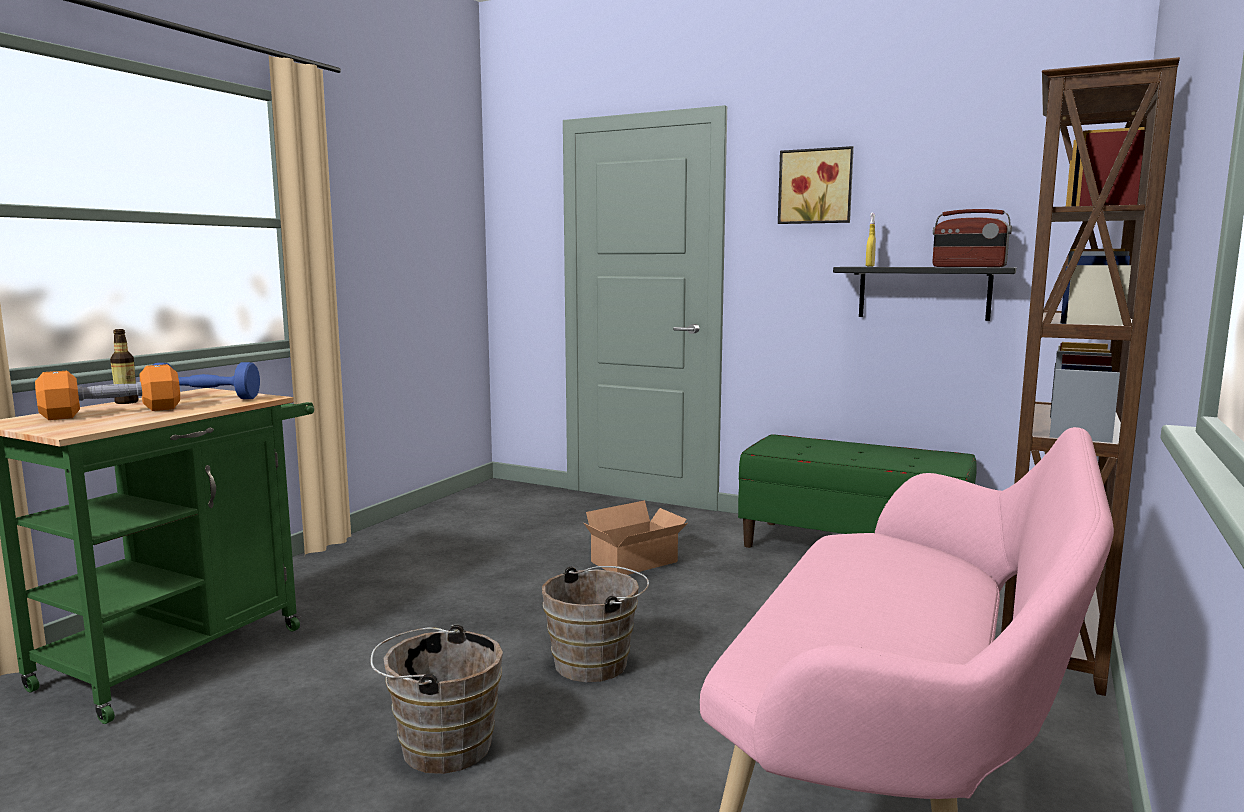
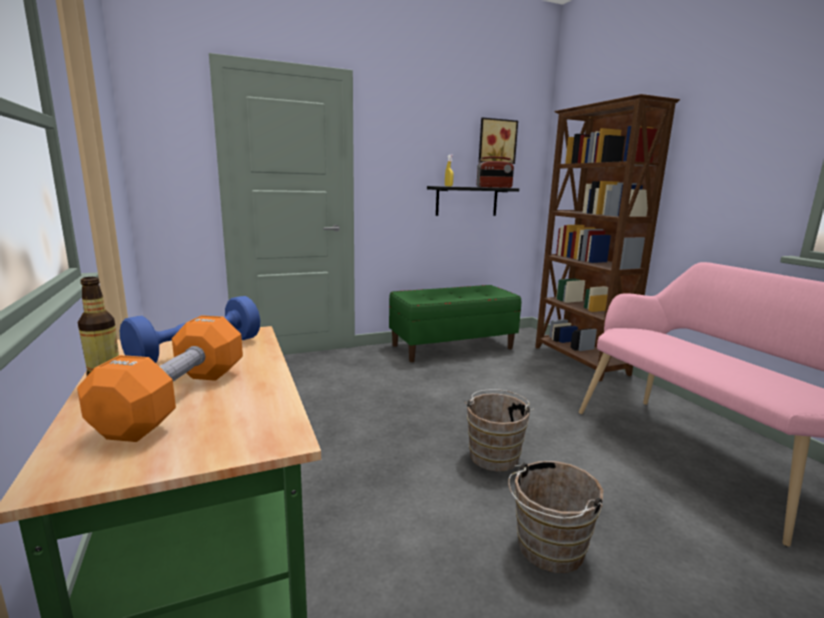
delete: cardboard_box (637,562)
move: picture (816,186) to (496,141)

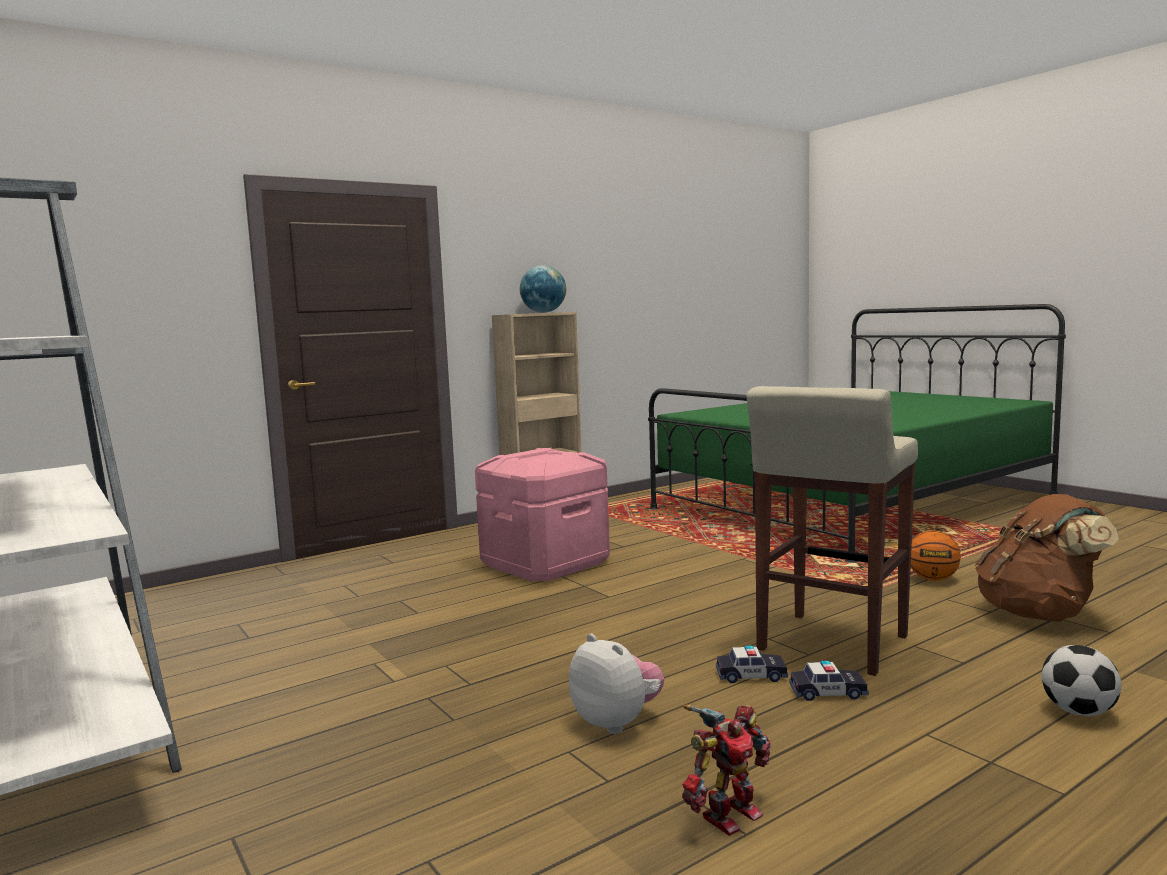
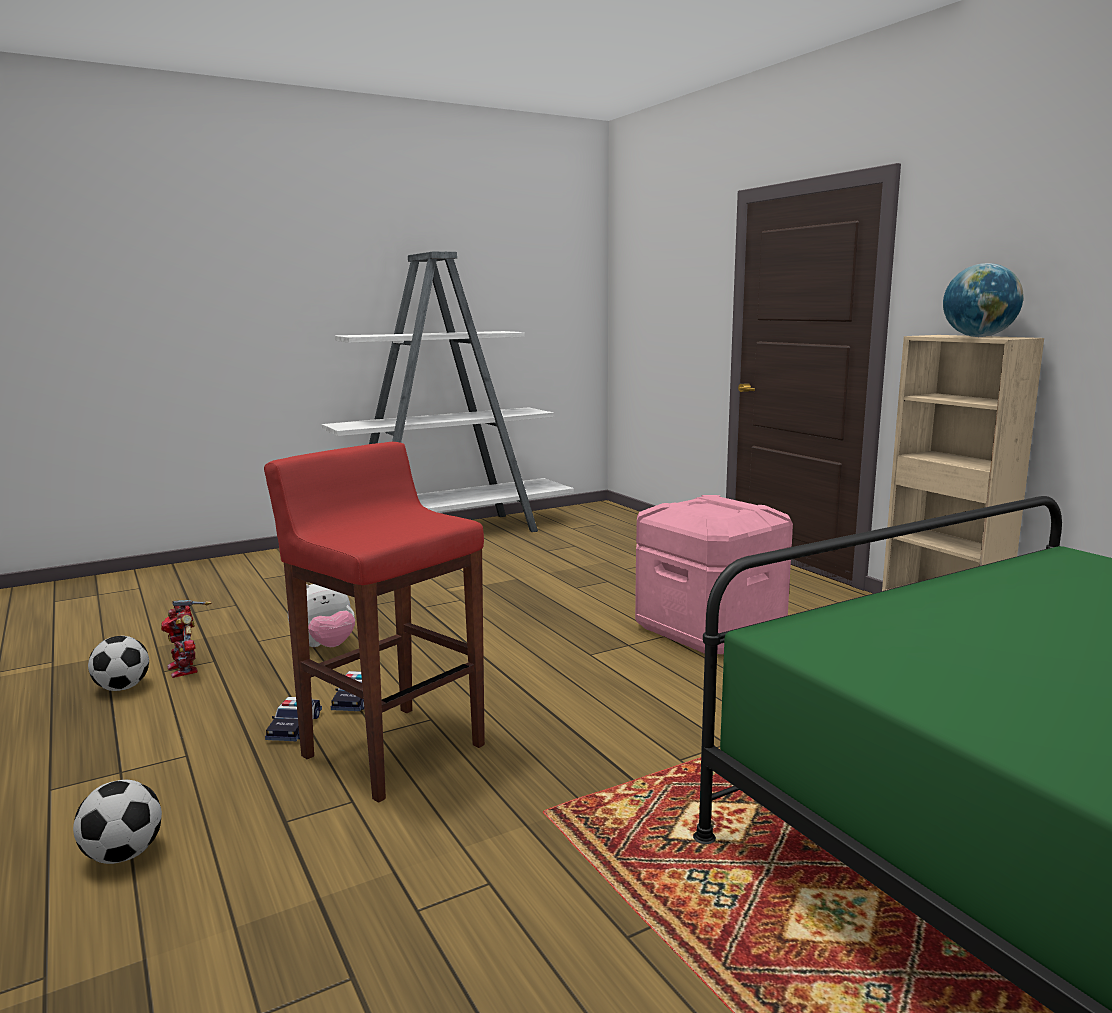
delete: brown_backpack (1039,614); basketball (932,579)
insert: football (122,688)
recolor: beige_stool (831,644) to red_stool (392,750)

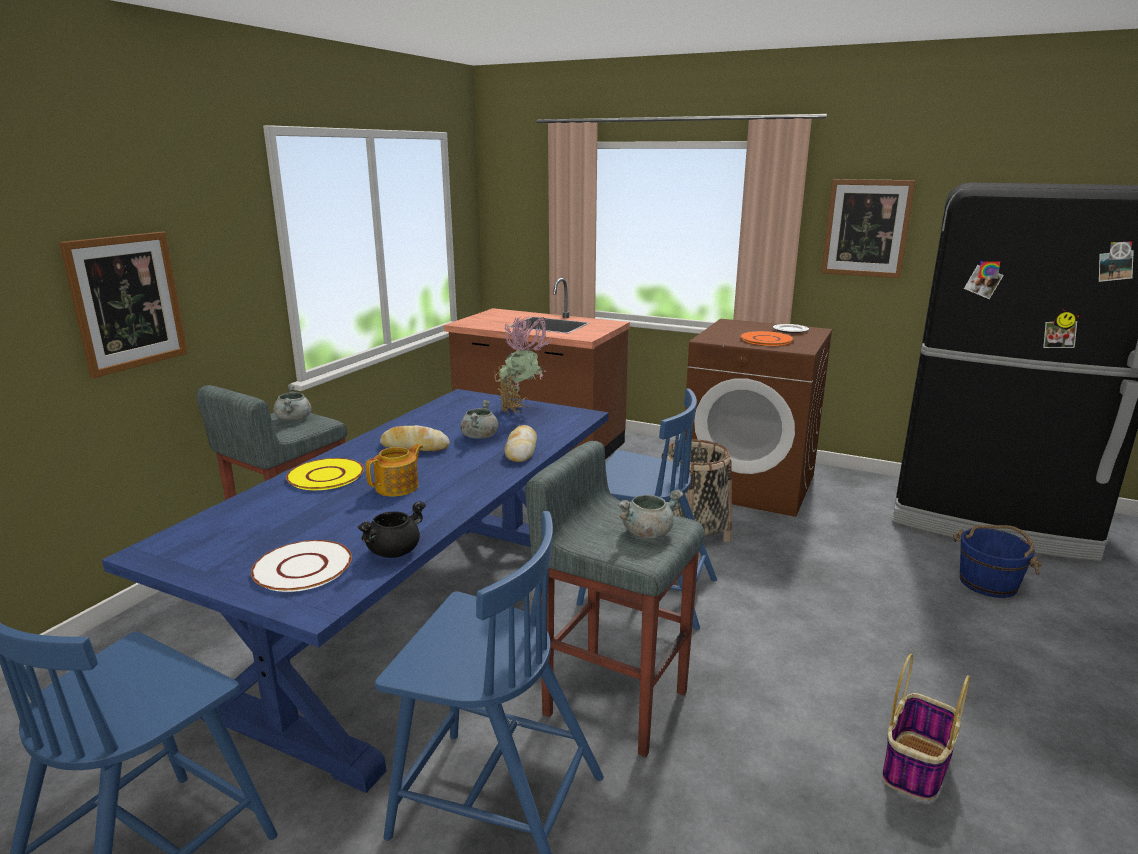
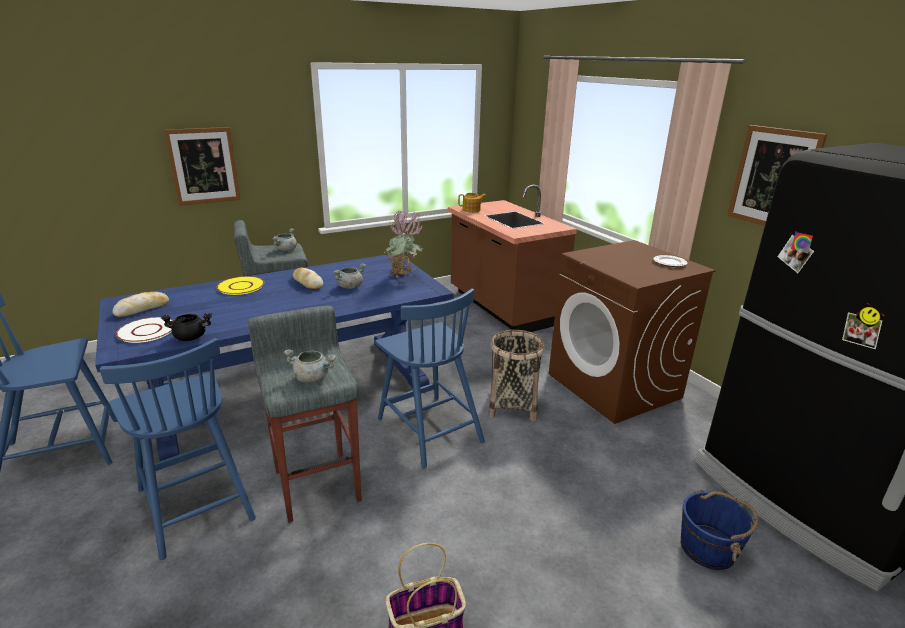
delete: orange_plate (766,339)
move: bread (521,450) to (142,309); teapot (398,487) to (472,210)

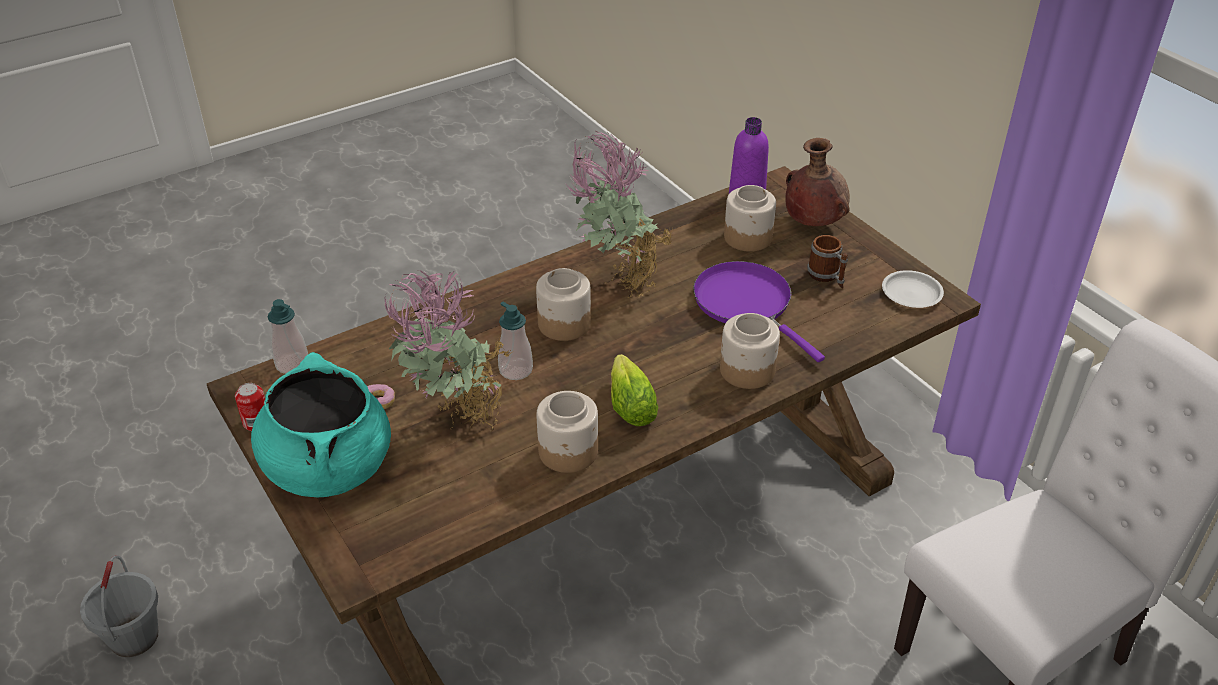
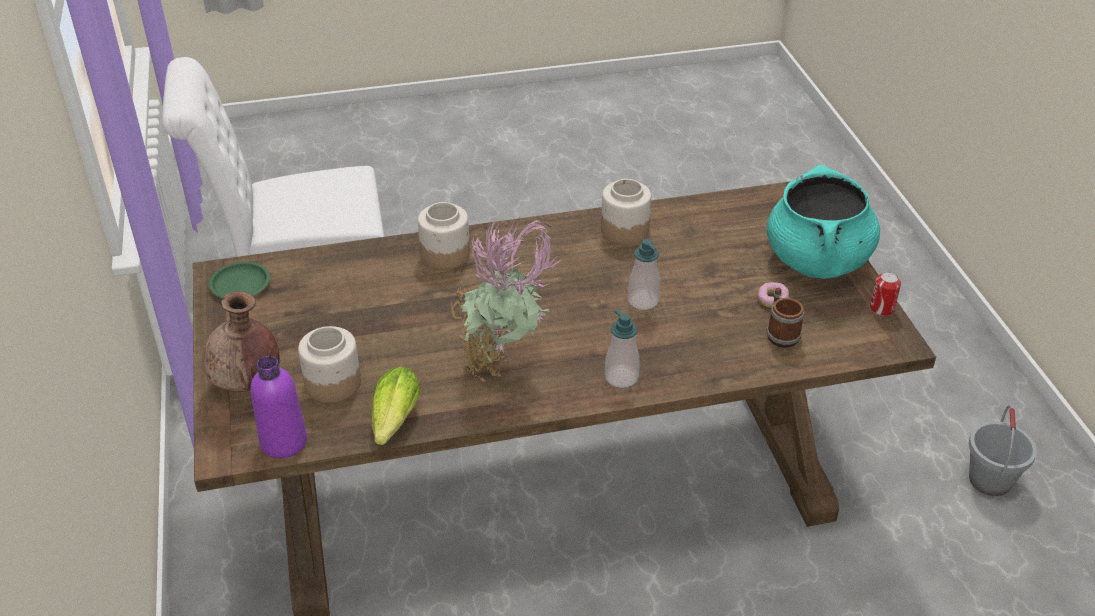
delete: purple_frying_pan (747,304); jar (563,324); potted_plant (456,421)
move: mug (827,277) to (780,333); soap_dispenser (292,364) to (621,377); lettuce (630,403) to (393,423)
recolor: white_plate (911,293) to green_plate (240,284)

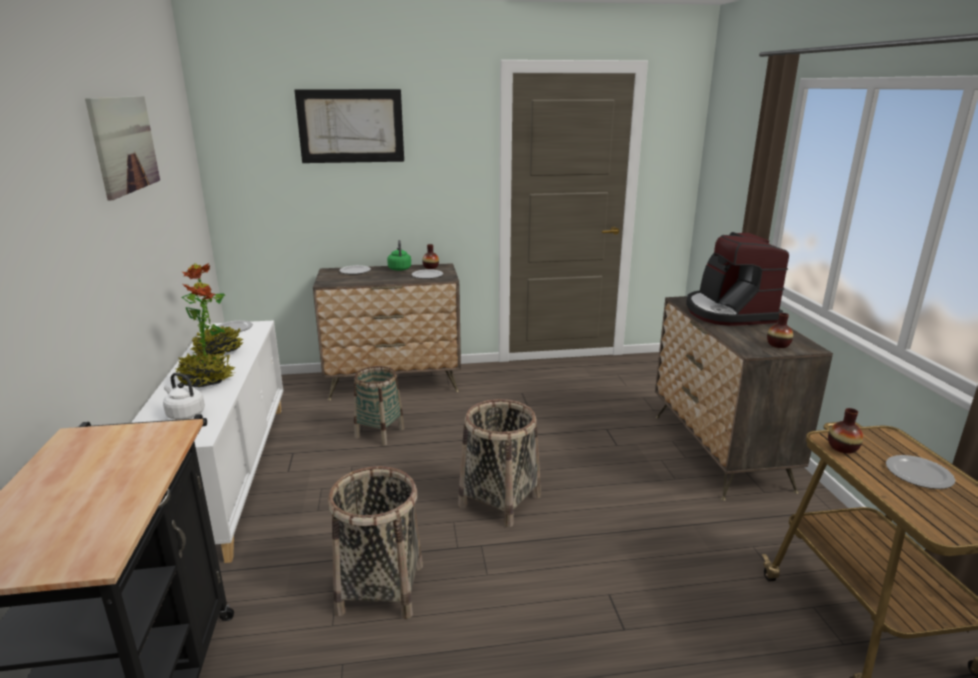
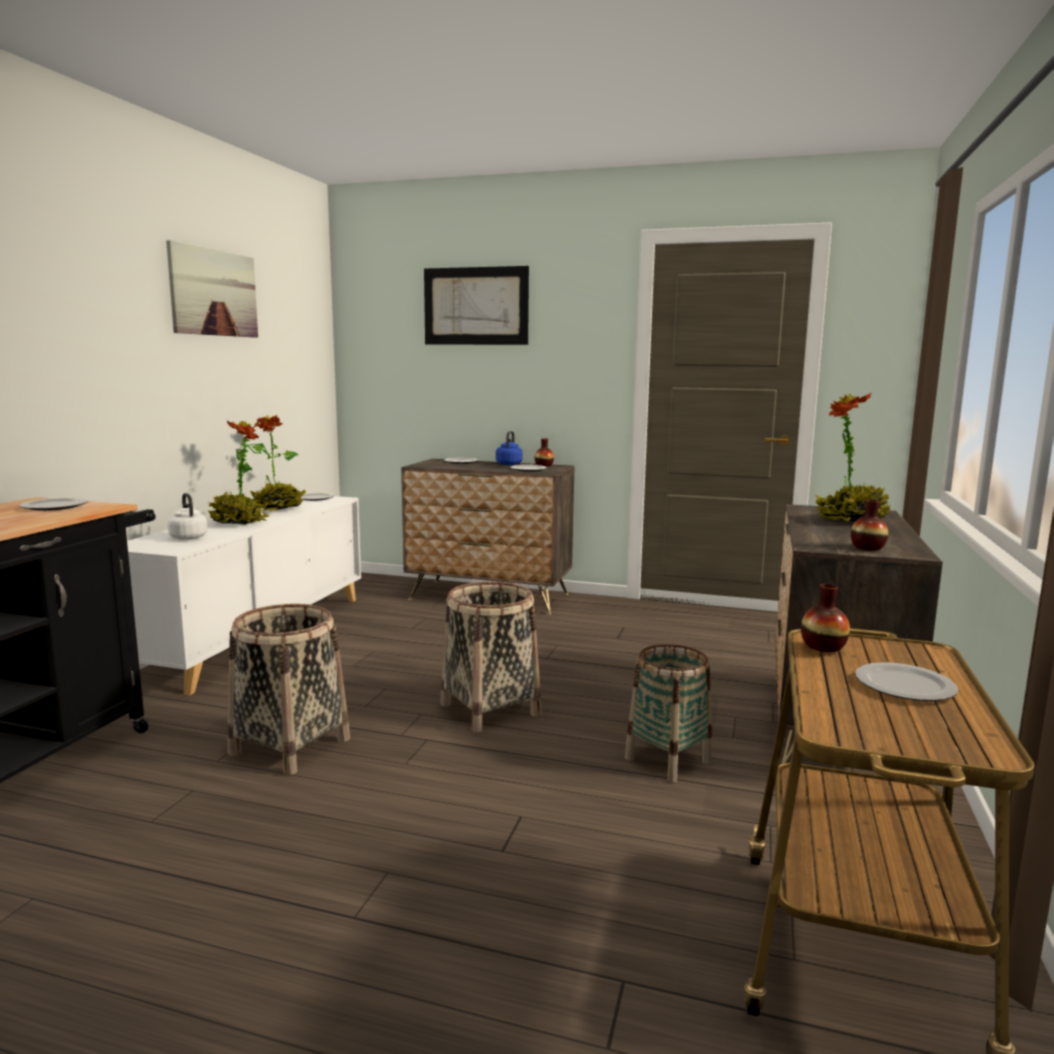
insert: plate (53,506)
move: basket (379,433) to (667,760)
replace: coffee_machine (728,312) to potted_plant (851,520)
recolor: green_kettle (399,268) to blue_kettle (509,464)

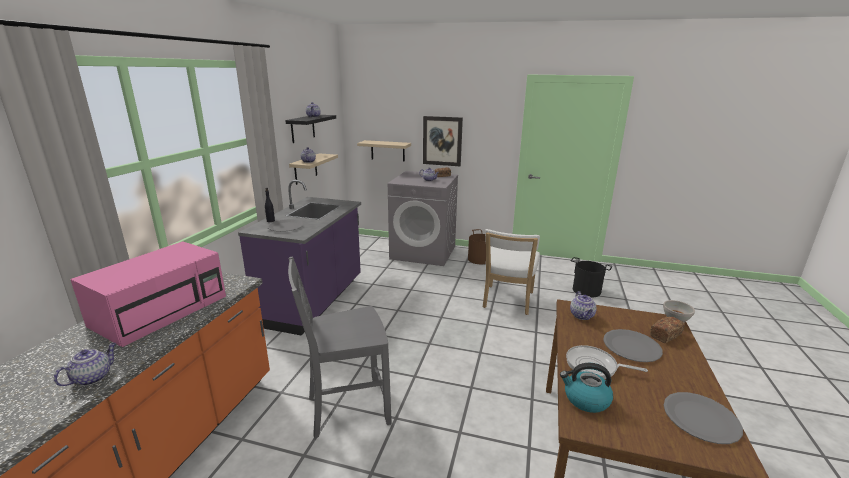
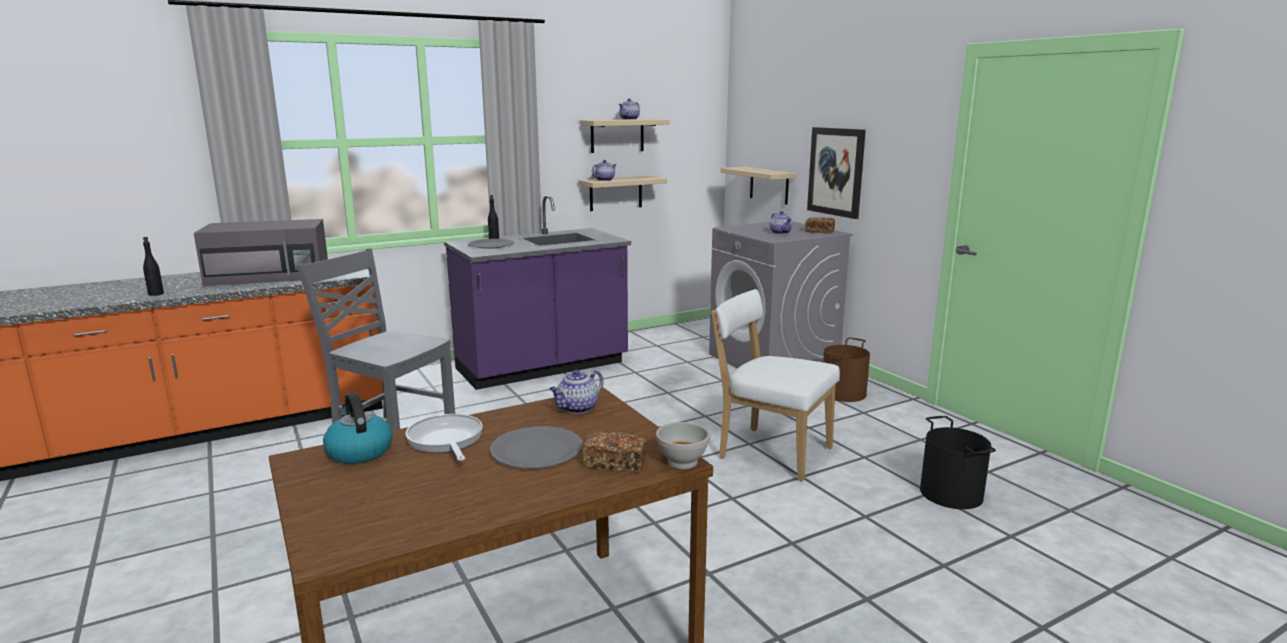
delete: grey_plate (700,419)
replace: teapot (93,377) to black_bottle (156,294)
recolor: black_shelf (302,128) to beige_shelf (617,135); pink_microwave (162,310) to grey_microwave (270,275)
rotate: white_chair (507,301) = (770,451) 60 degrees clockwise

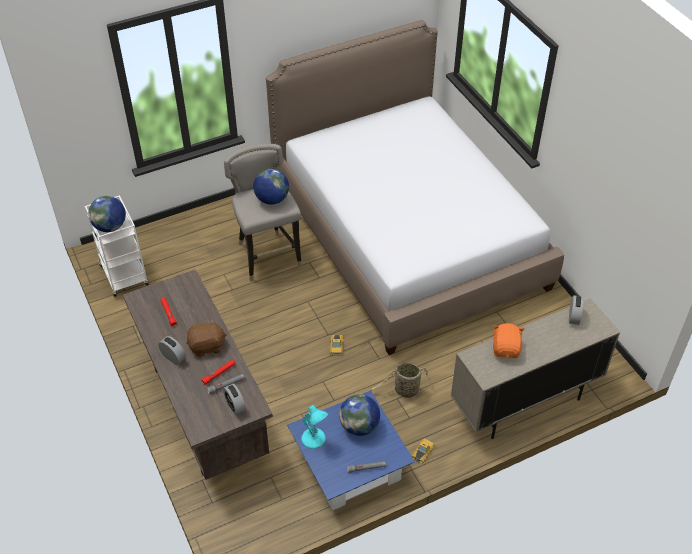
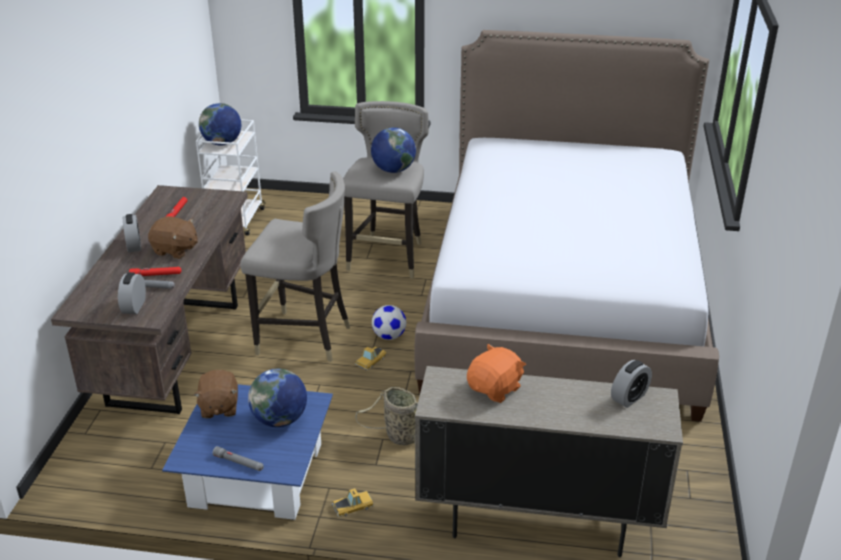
insert: grey_stool (304,338); football (389,336)
replace: turquoise_table_lamp (314,439) to brown_plush_toy (219,407)

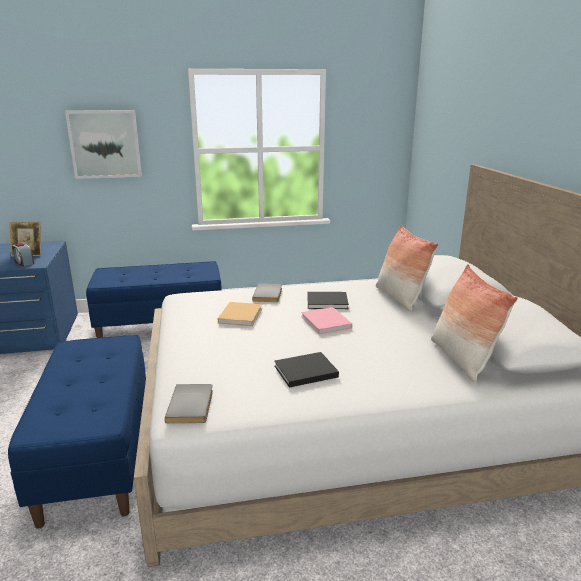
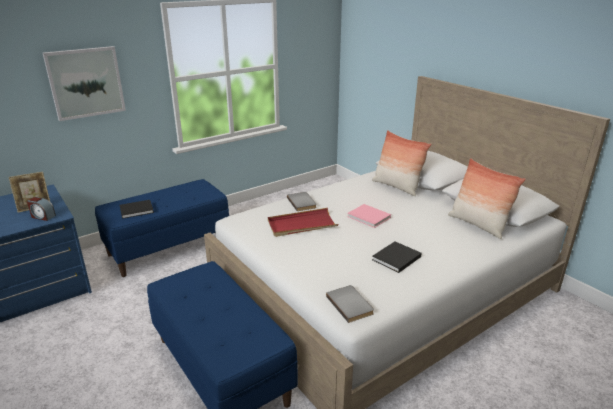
move: black_book (328,302) to (137,210)
replace: beige_book (241,315) to red_tray (301,225)

